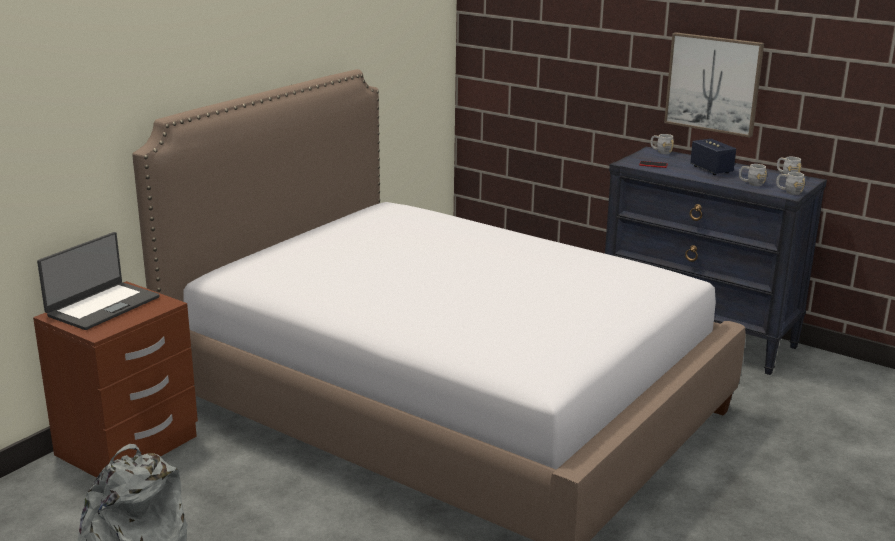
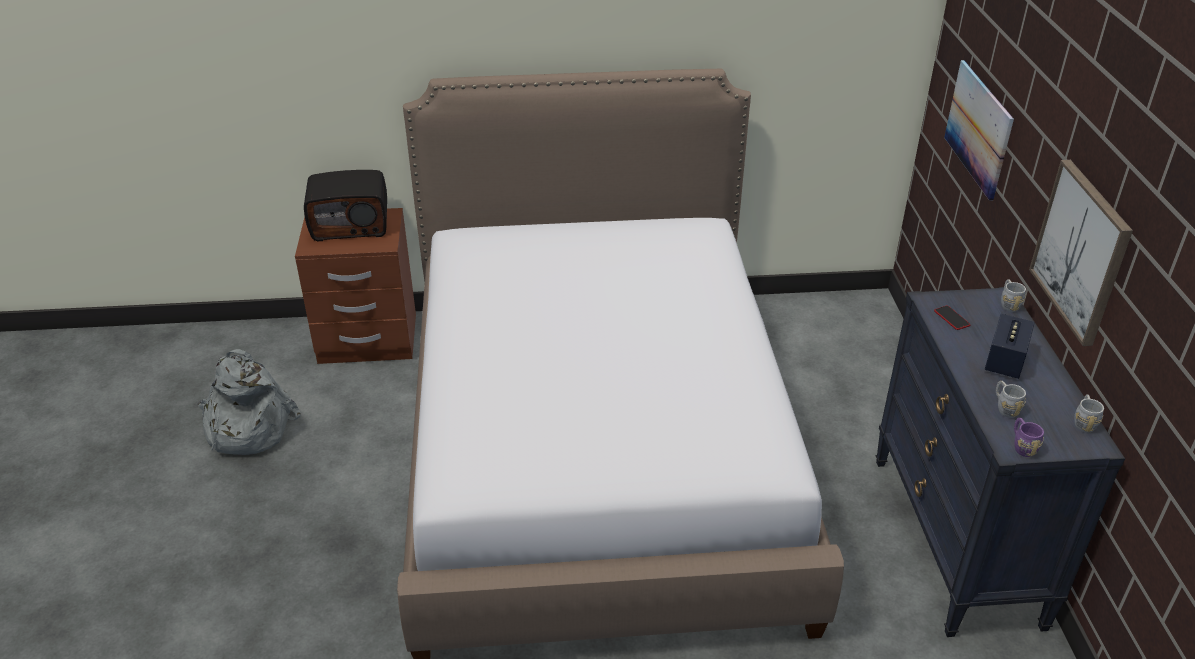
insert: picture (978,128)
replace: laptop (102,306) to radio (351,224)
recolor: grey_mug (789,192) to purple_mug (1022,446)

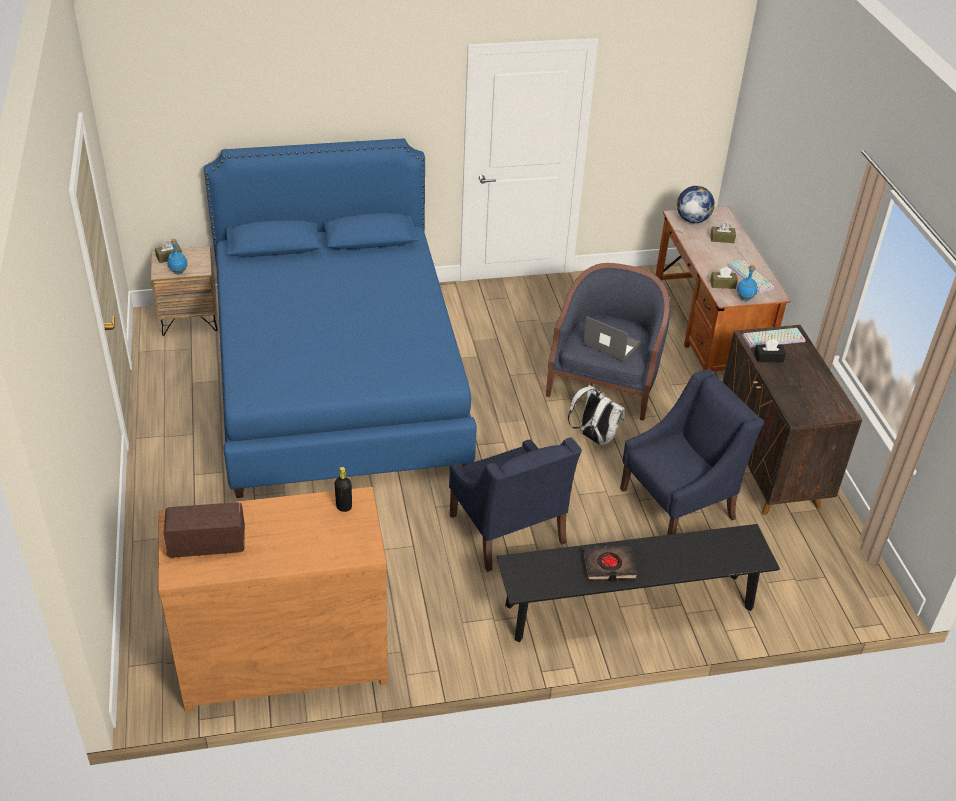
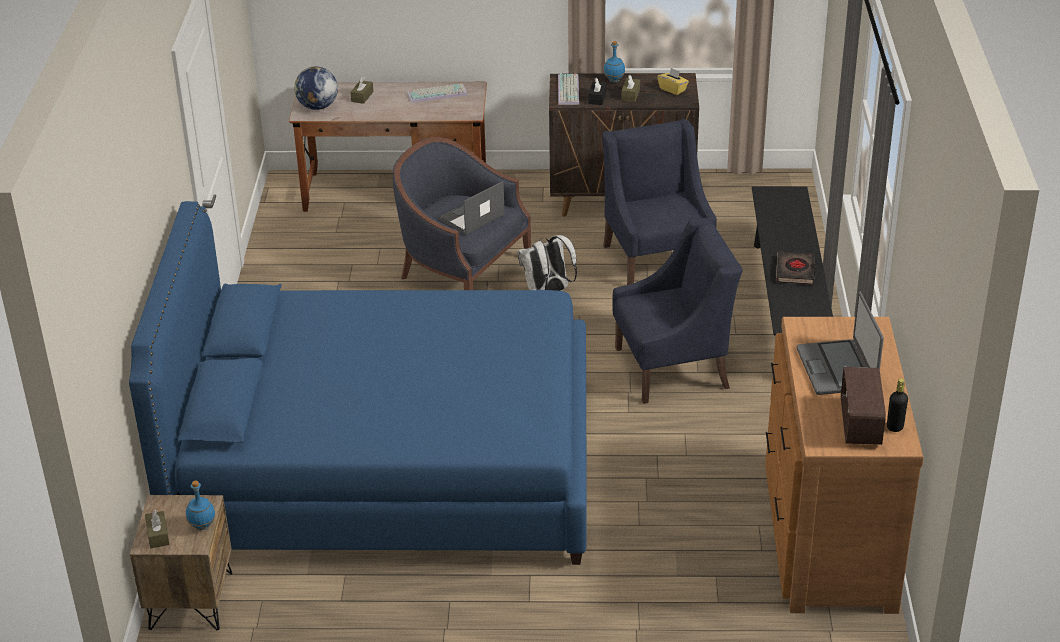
insert: yellow_tissue_box (672,89); laptop (837,368)
move: blue_bottle (745,299) to (614,80); brown_tissue_box (723,284) to (630,95); black_bottle (344,507) to (895,427)

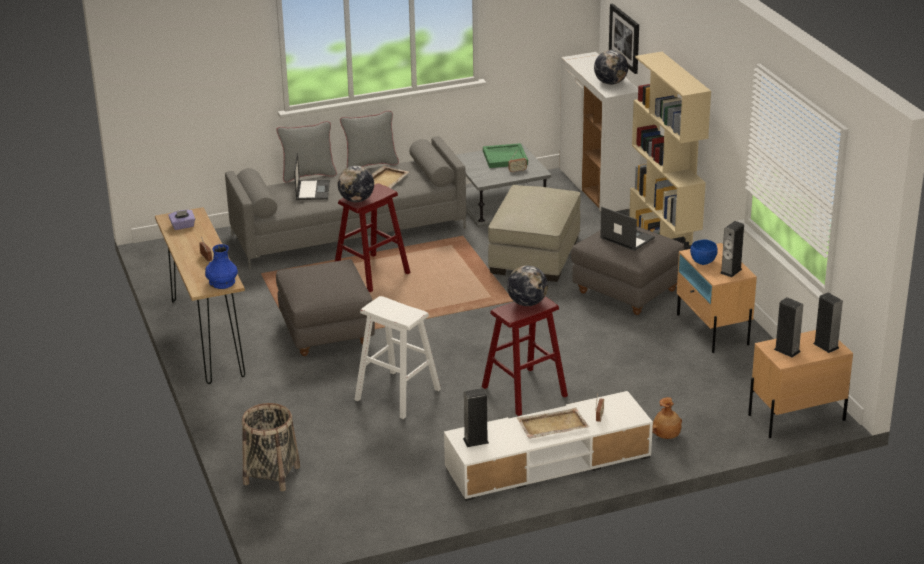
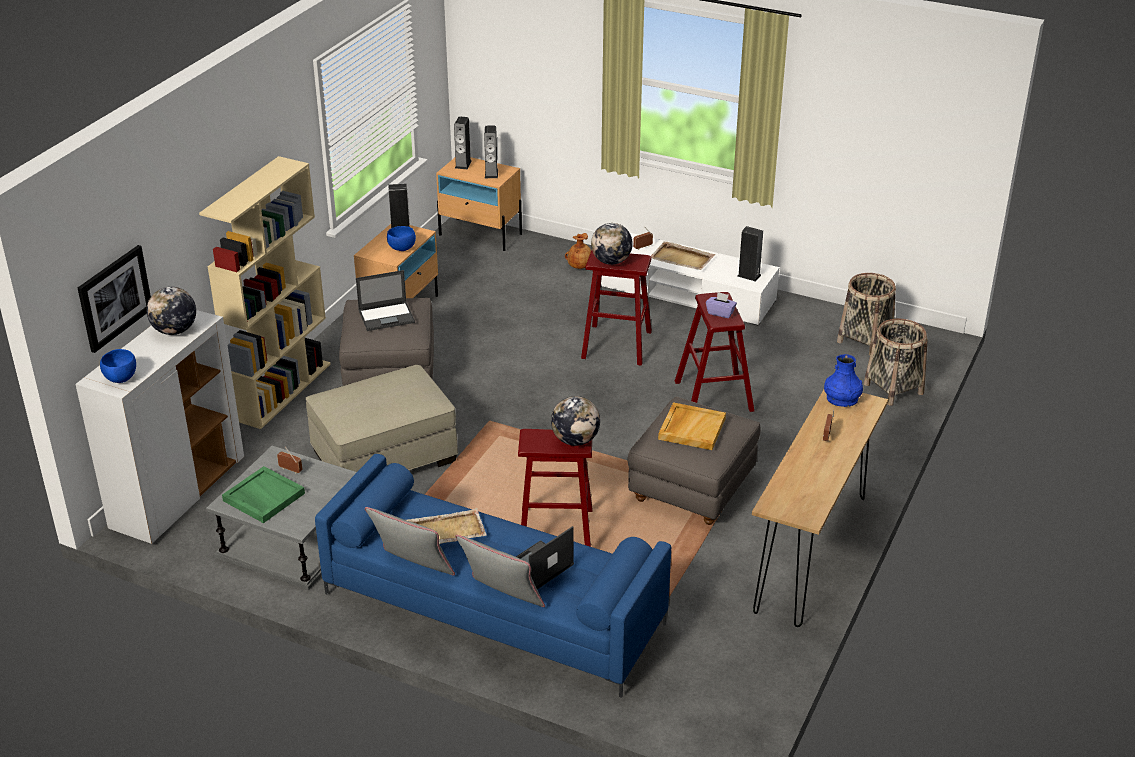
insert: basket (864,340); blue_bowl (120,378); beige_tray (691,428)
move: purple_tissue_box (183,226) to (720,313)
recolor: grey_sofa (349,231) to blue_sofa (492,609); white_stool (397,394) to red_stool (713,396)
rotate: laptop (626,238) = (387,316) 105 degrees counterclockwise

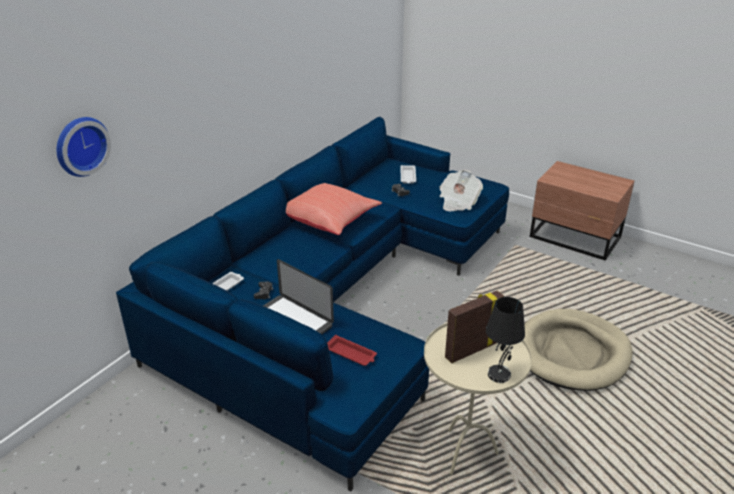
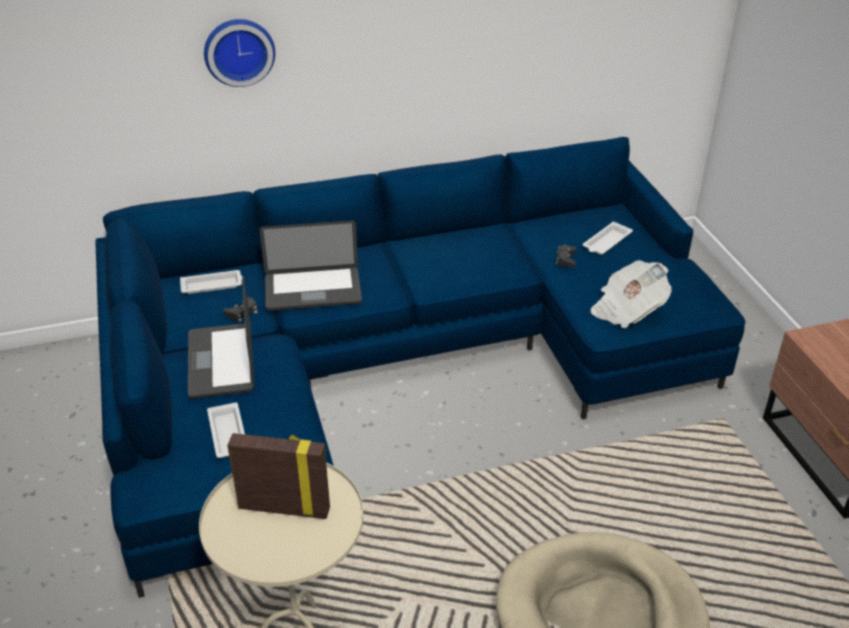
delete: red_pillow (329,220); black_table_lamp (499,374)
insert: laptop (313,290)
move: wall_clock (80,145) to (238,51)
recolor: red_tray (351,354) to white_tray (228,435)

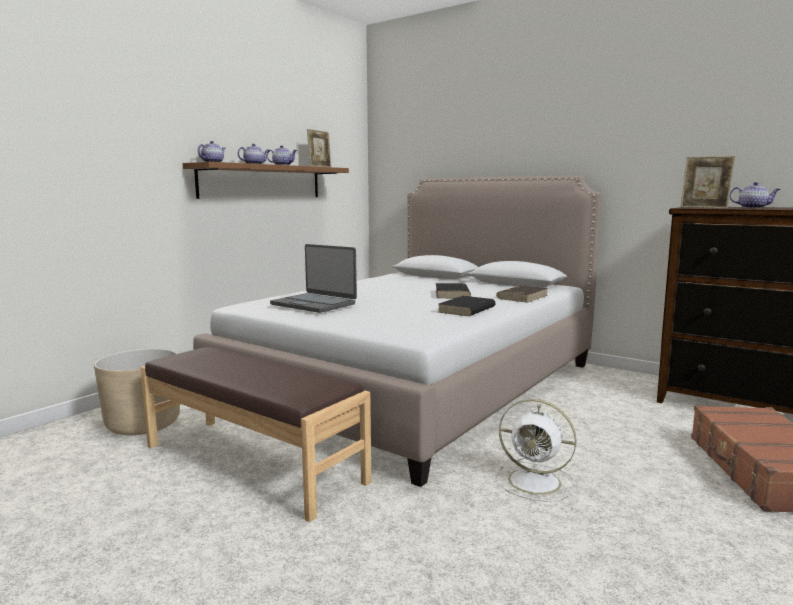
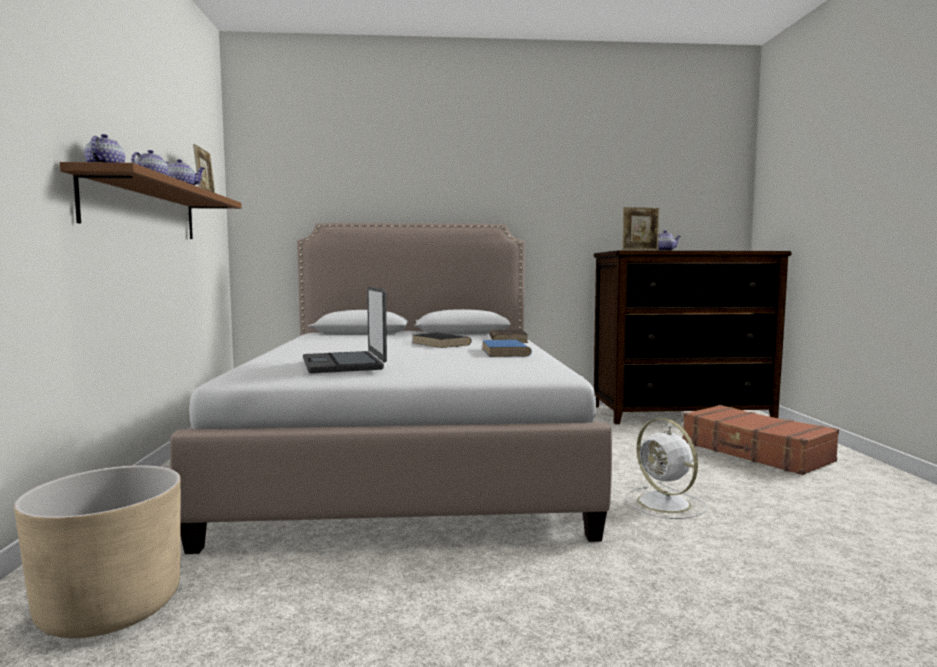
delete: brown_bench (253,463)
recolor: black_book (466,309) to blue_book (505,352)
rotate: laptop (314,304) = (344,364) 75 degrees clockwise; white_fan (537,482) = (665,504) 75 degrees clockwise

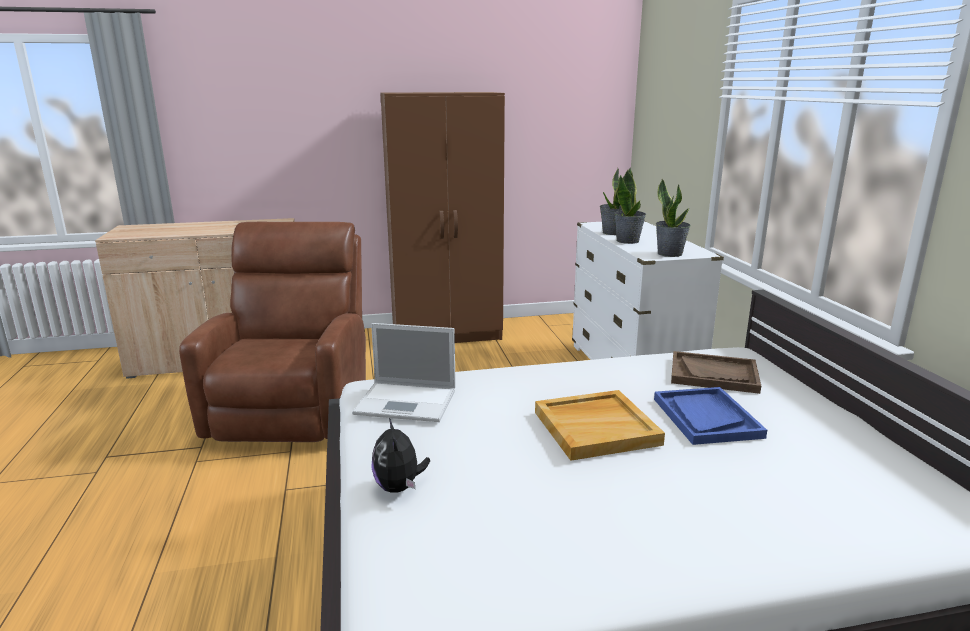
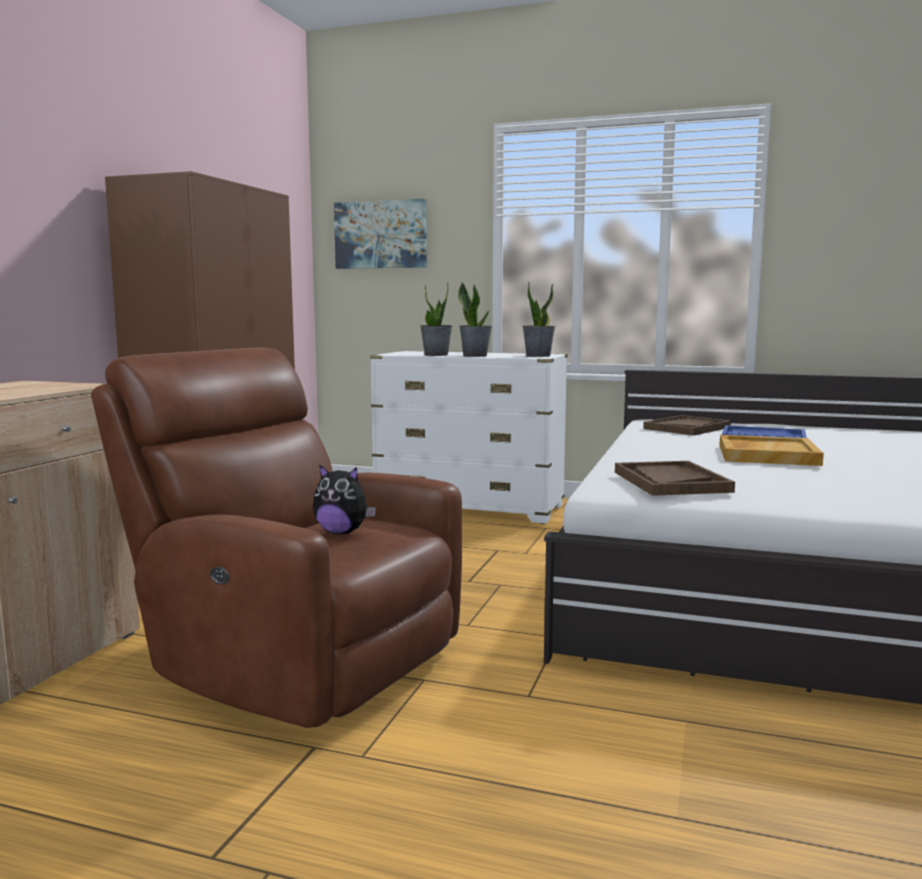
insert: picture (381,235)
move: plush_toy (399,487) to (342,532)
replace: laptop (408,402) to brown_tray (670,481)

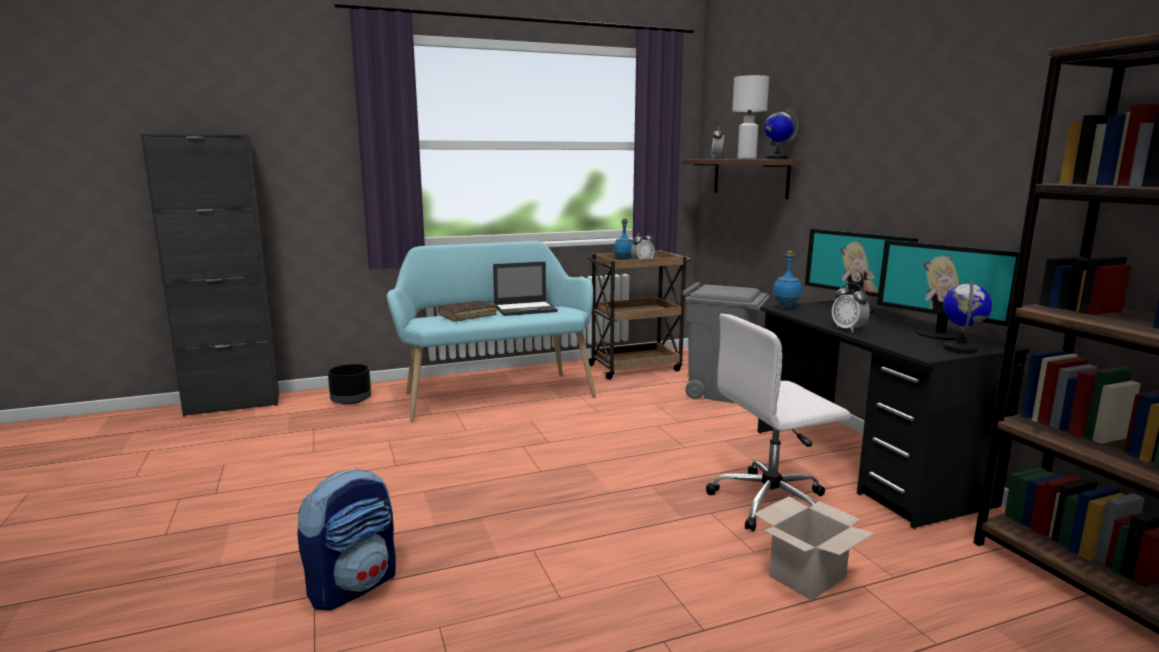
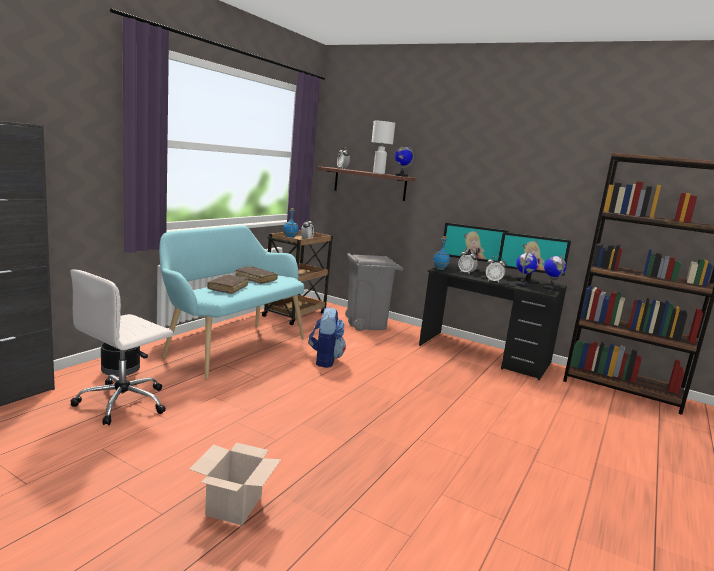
insert: alarm_clock (466,273); globe (522,285)
move: white_office_chair (772,503) to (124,402); backpack (353,586) to (324,360); cardboard_box (807,575) to (234,504)
replace: laptop (526,309) to brown_book (256,279)

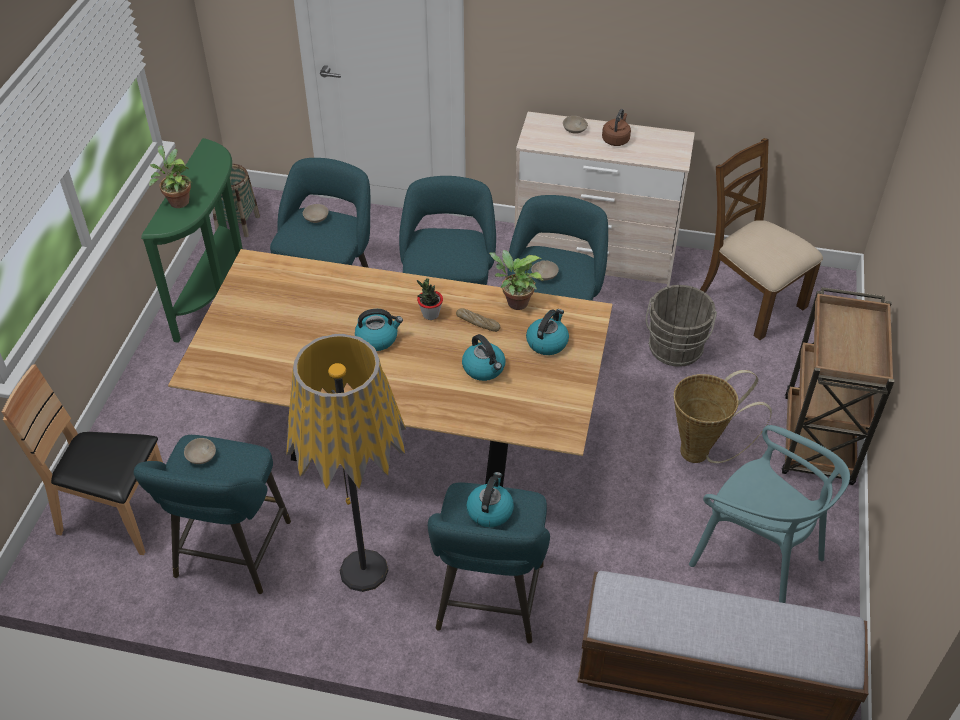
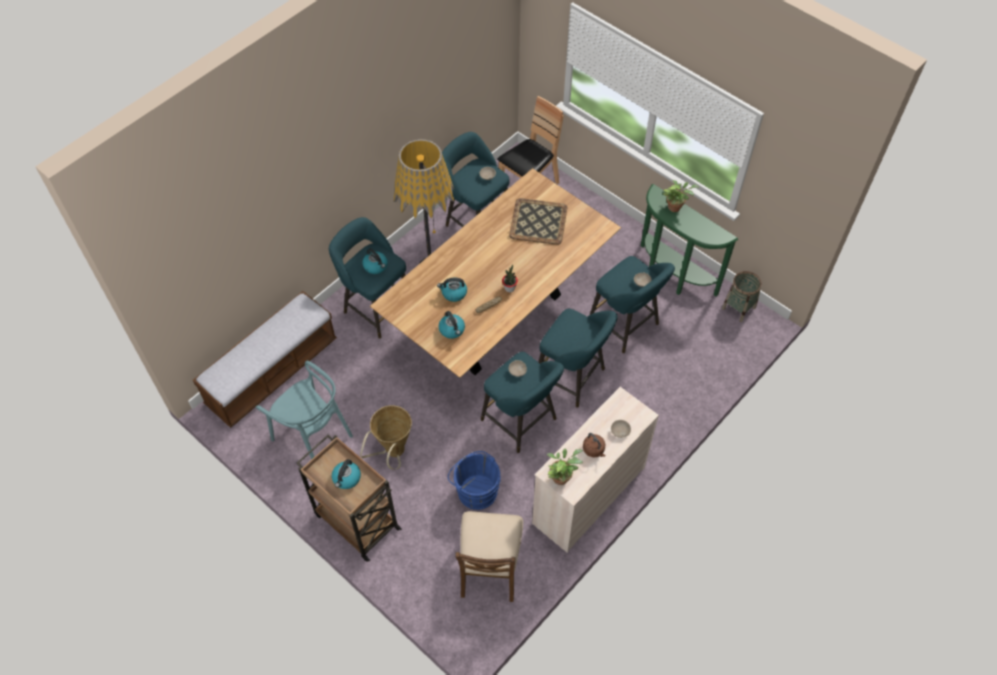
insert: tray (539,221)
move: potted_plant (514,302) to (561,476); kettle (377,338) to (346,478)
recolor: grey_bucket (674,350) to blue_bucket (475,490)
rotate: brown_chair (750,299) = (489,568) 105 degrees clockwise; turquoise_chair (757,557) = (313,435) 120 degrees counterclockwise

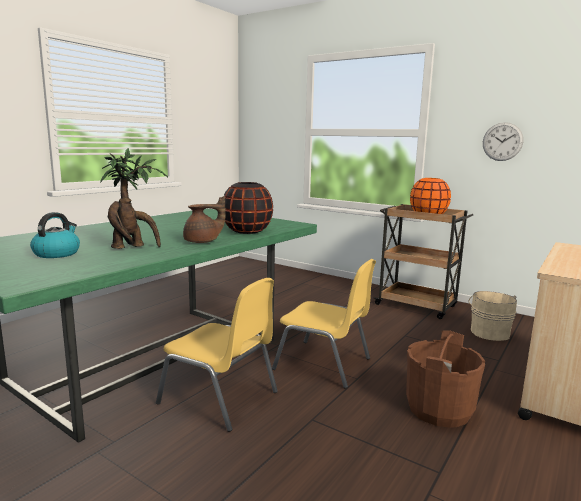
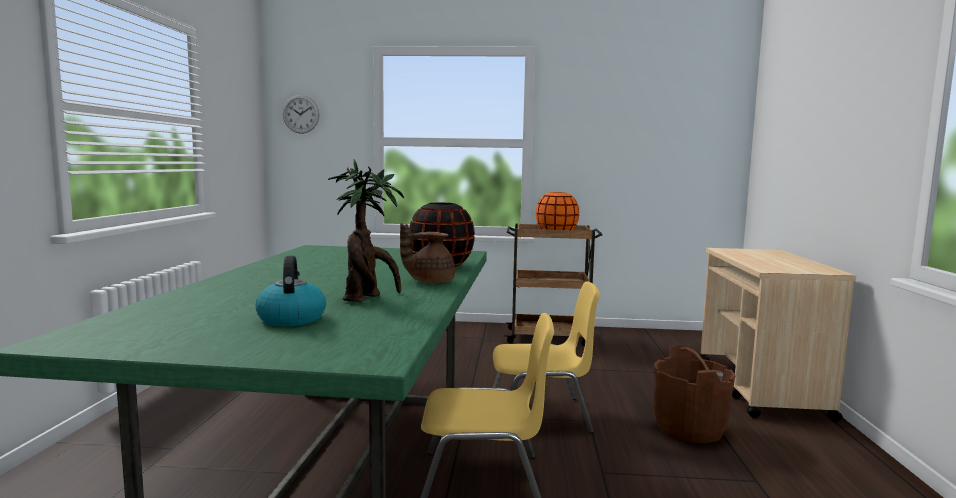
delete: beige_bucket (489,332)
move: wall_clock (502,141) to (301,114)
rotate: brown_teapot (203,242) = (429,281) 150 degrees counterclockwise

